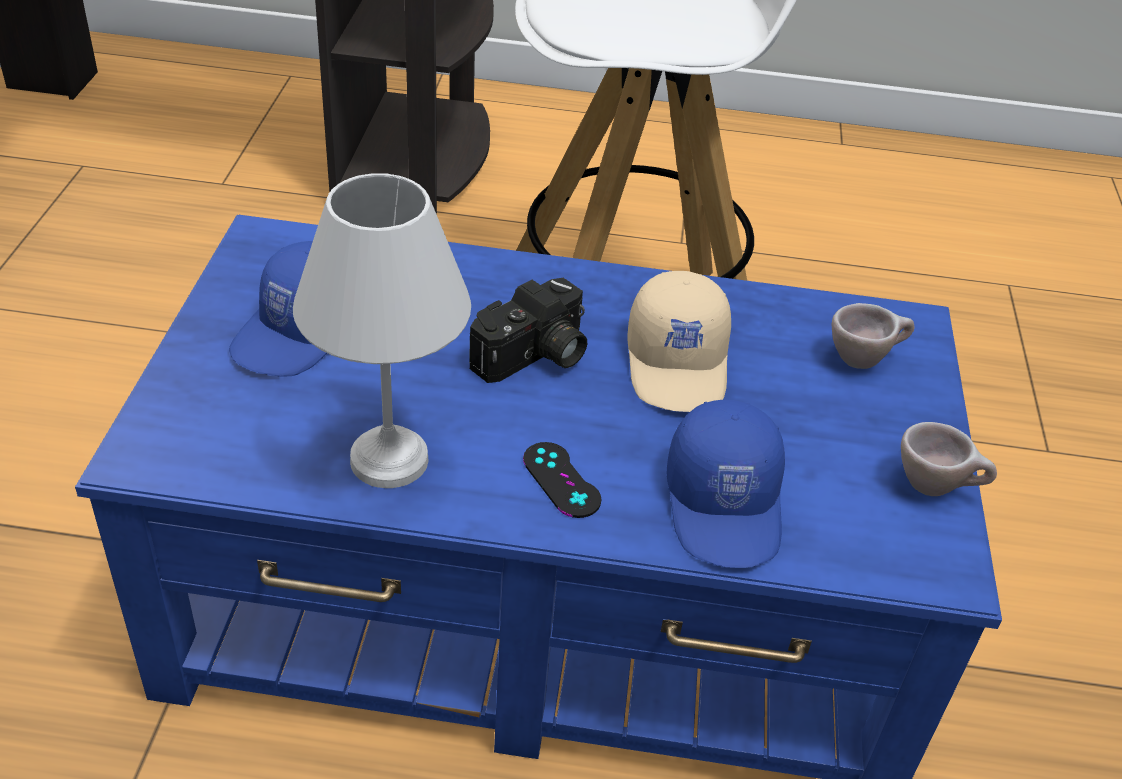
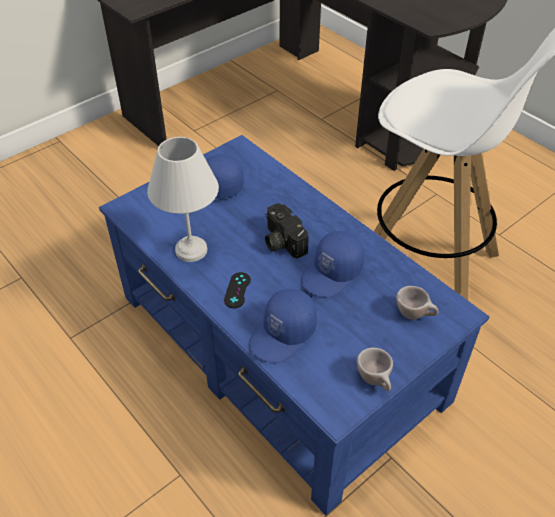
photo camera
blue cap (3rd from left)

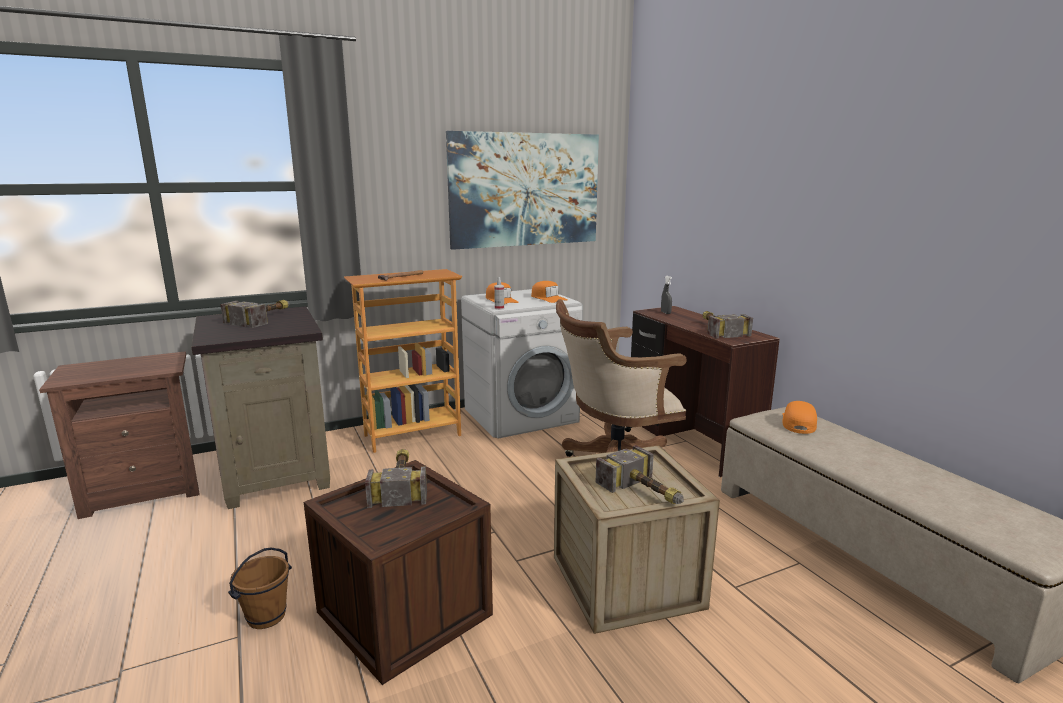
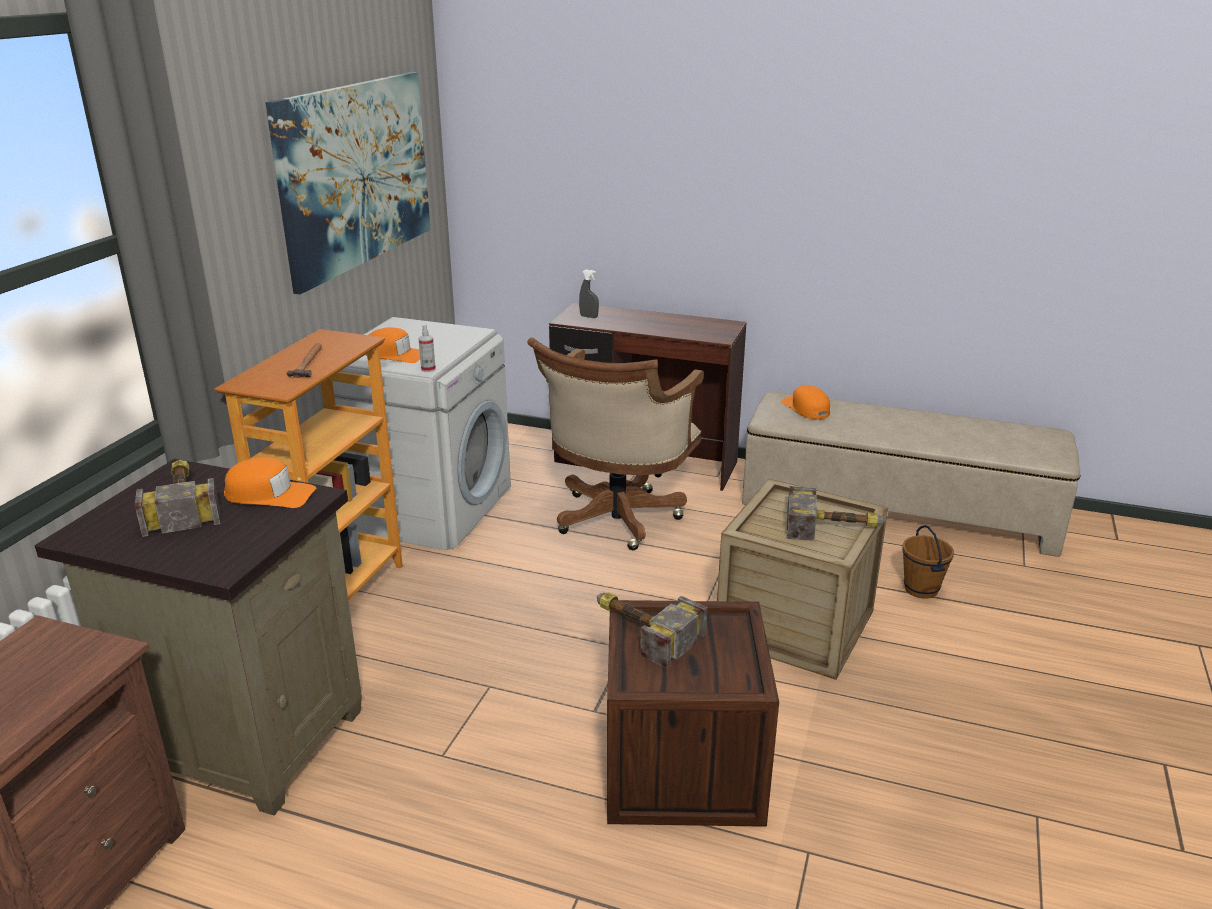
orange cap (1st from left)
brown bucket
hammer (5th from left in the first image)

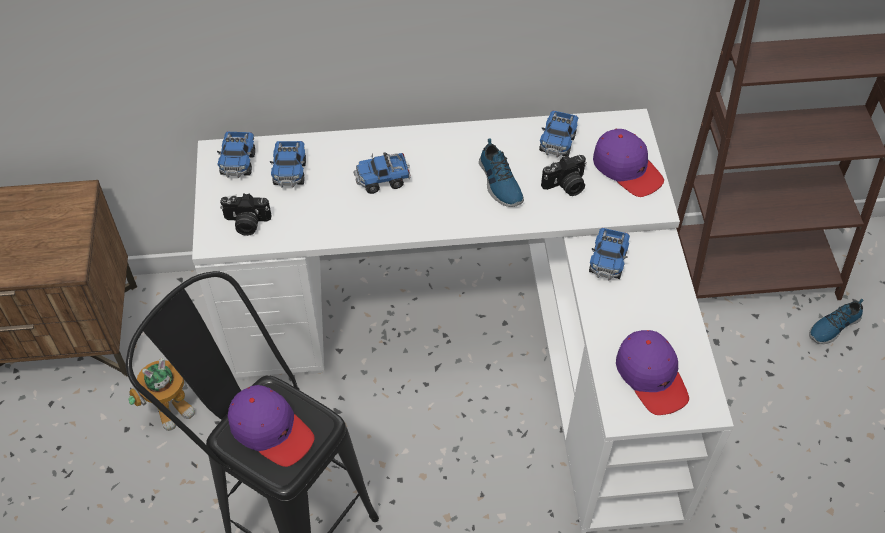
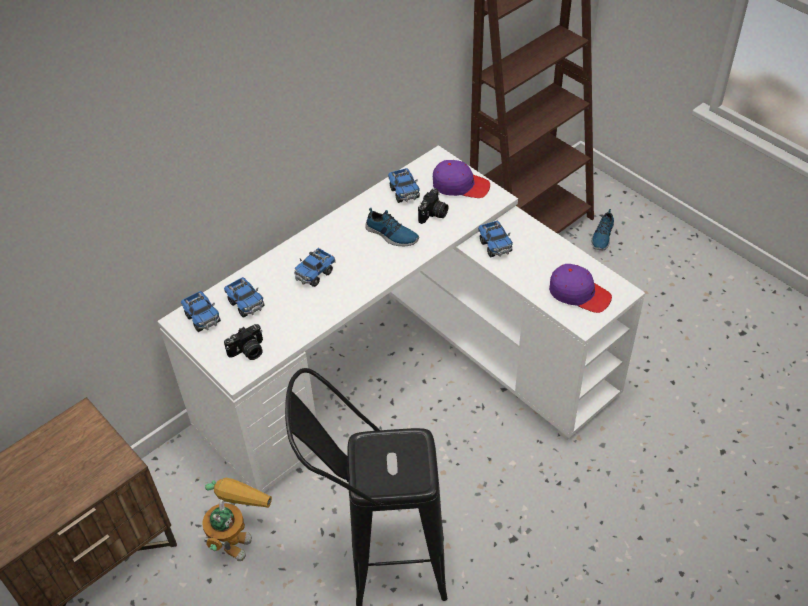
purple cap (1st from left in the first image)

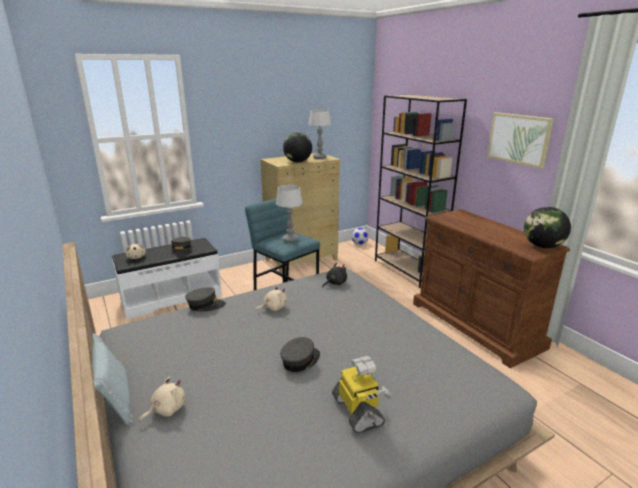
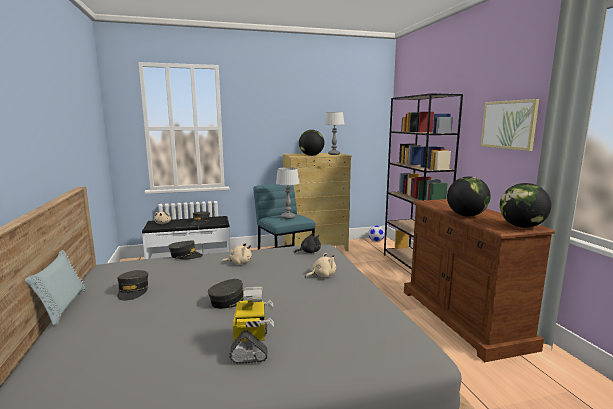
grey cap (1st from left)
beige plush toy (3rd from left)
globe (2nd from left)

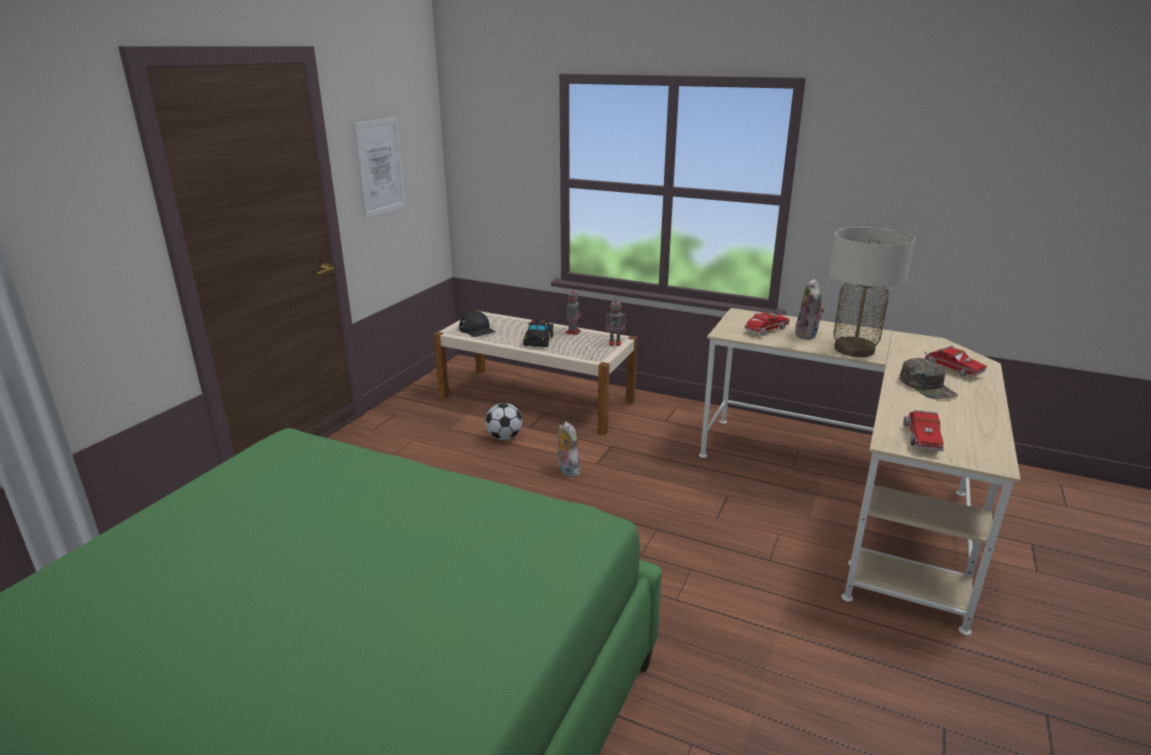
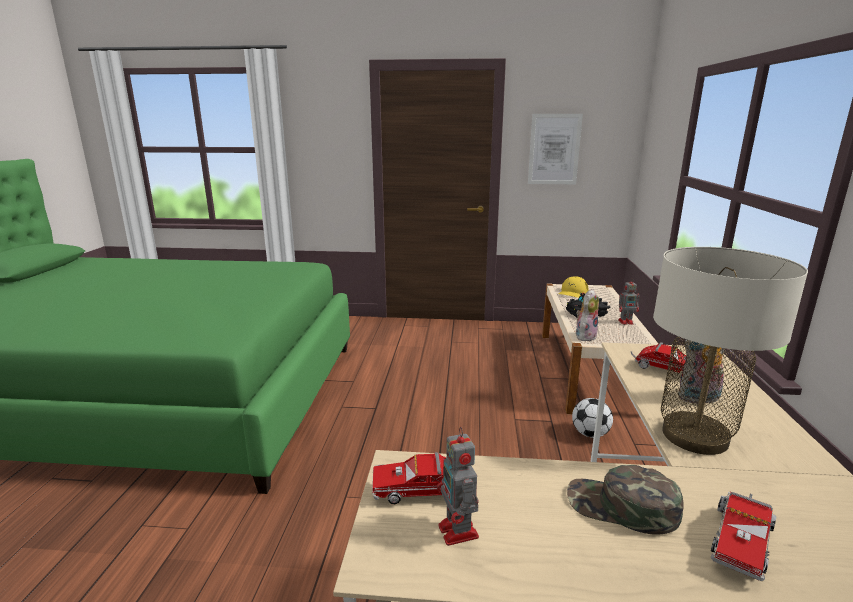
toy robot (1st from left)
yellow cap
green cap
football
plush toy (1st from left)

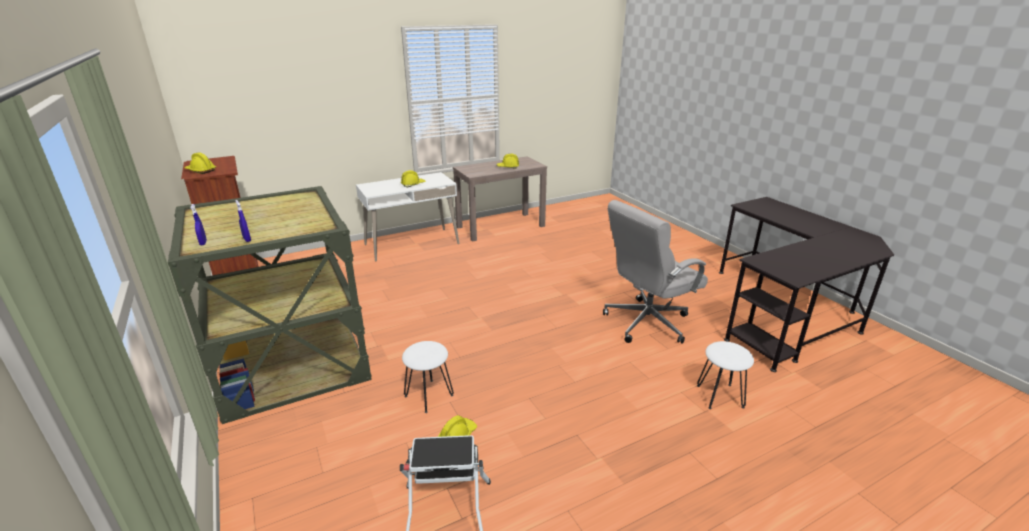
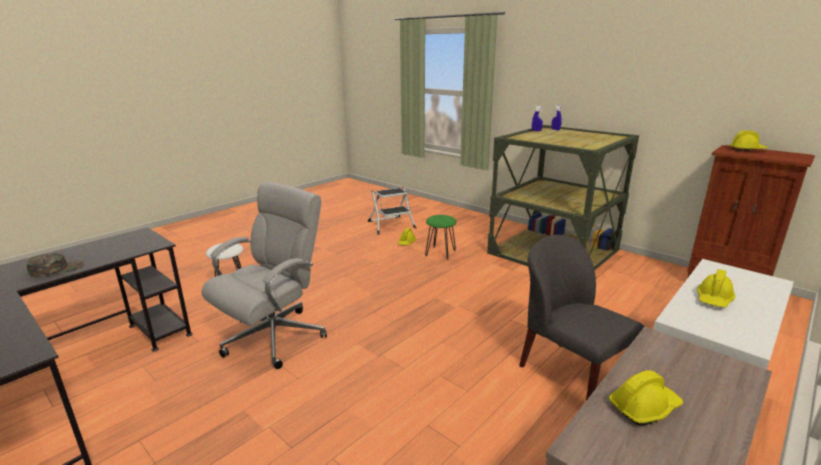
green cap
green stool
grey chair

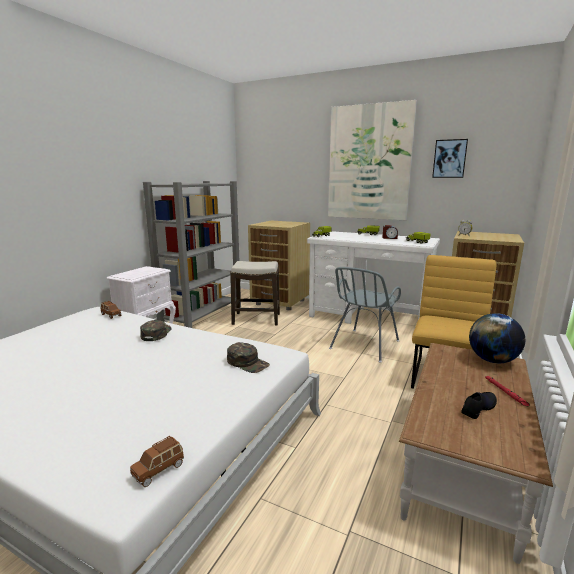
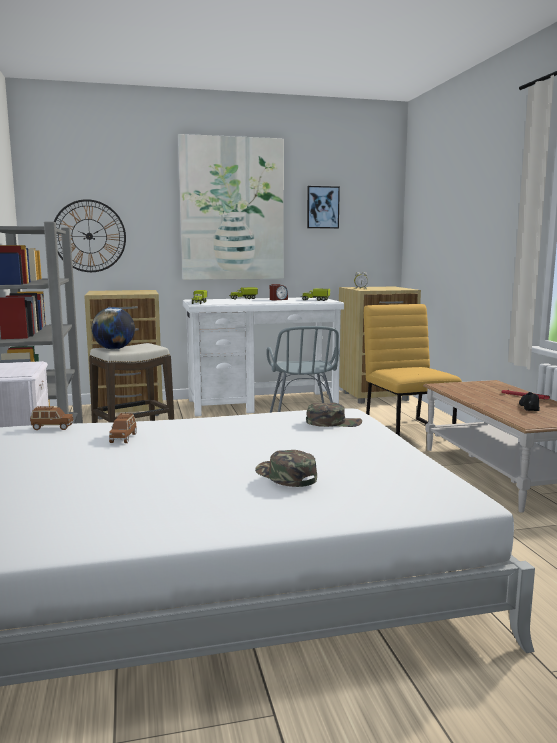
wall clock
globe
brown toy car (2nd from left)
green cap (1st from left)

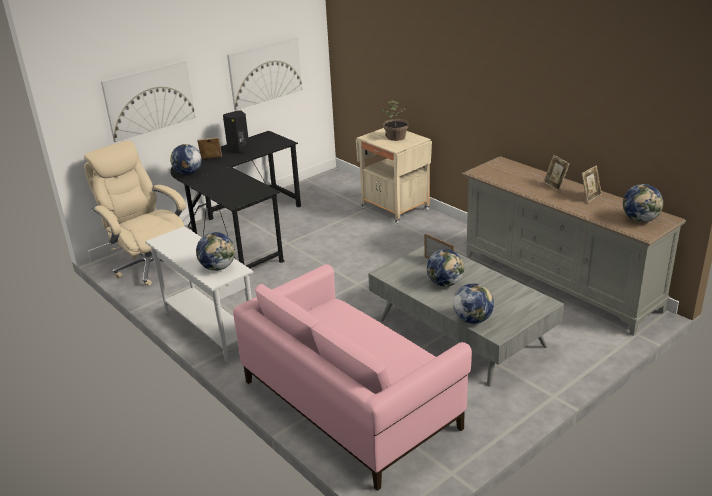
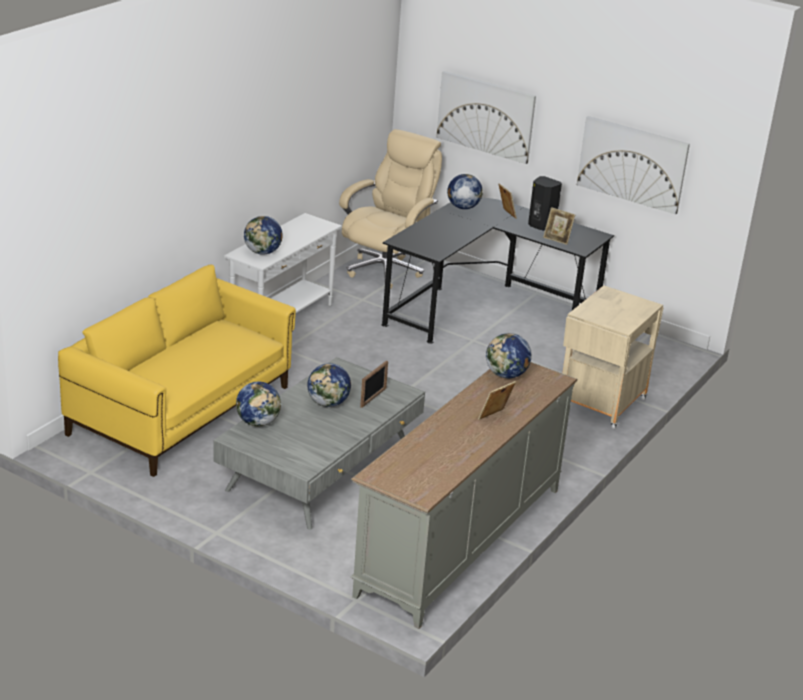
yellow sofa
globe (5th from left)
picture frame (4th from left)
potted plant

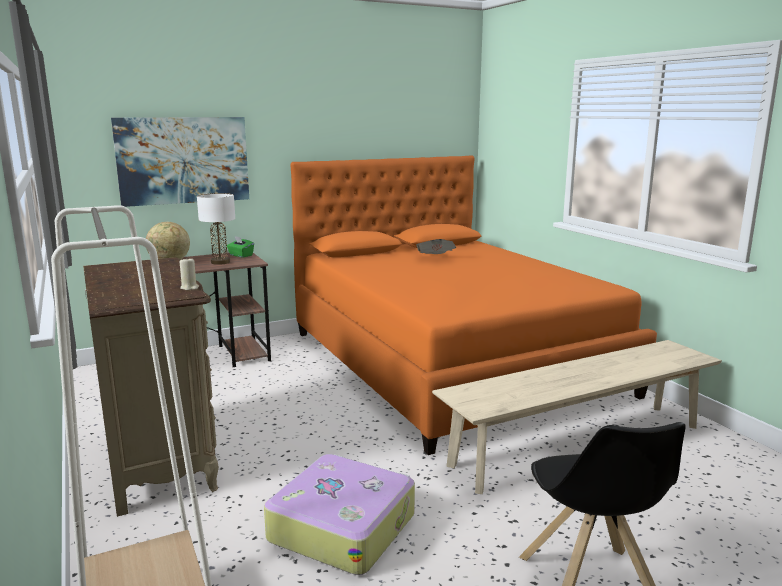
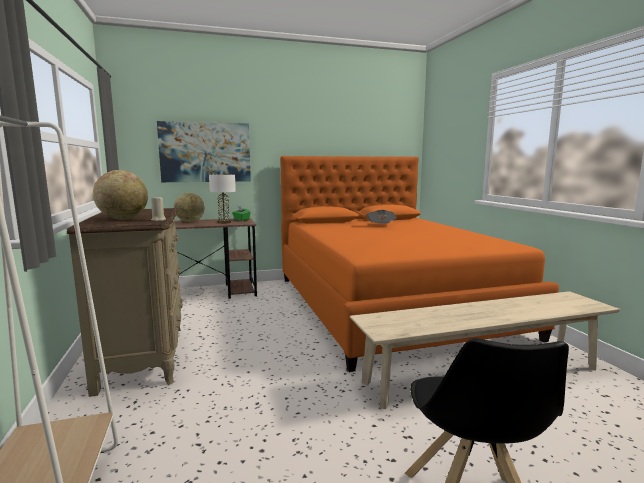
globe (1st from left)
suitcase

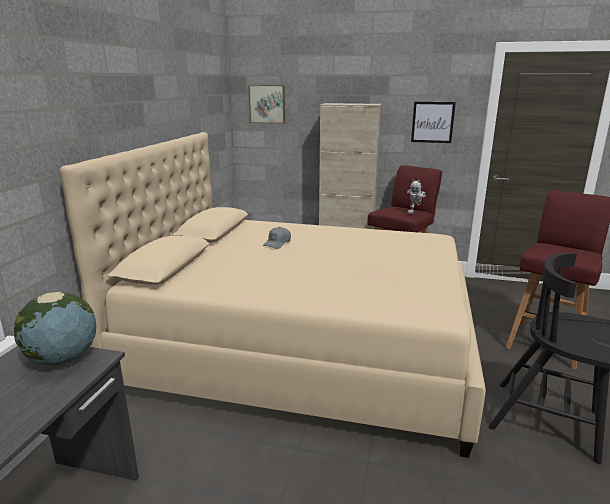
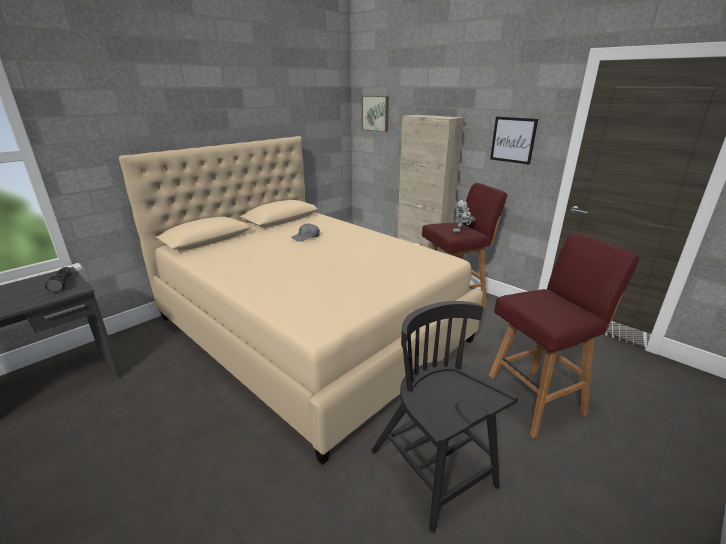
flashlight

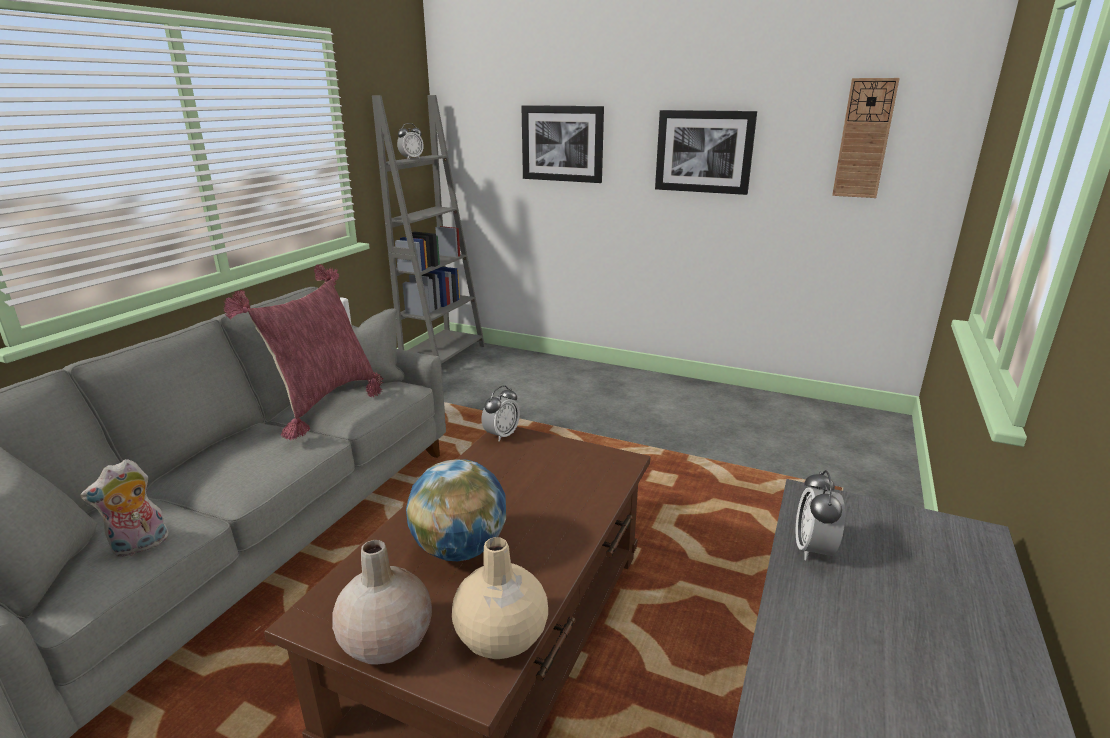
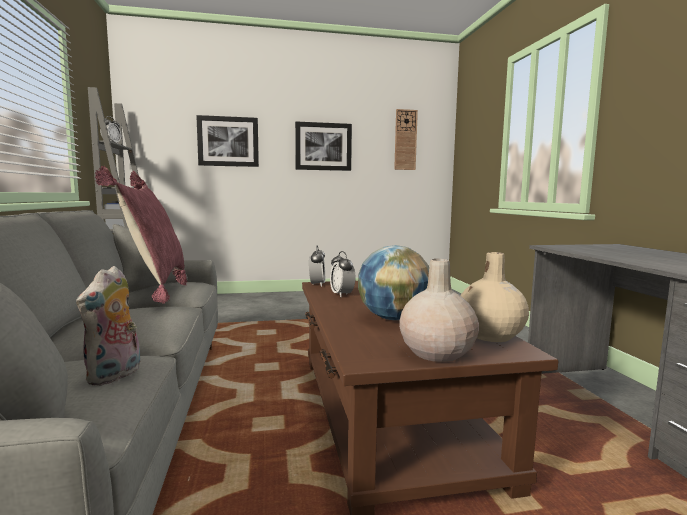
alarm clock (3rd from left)

